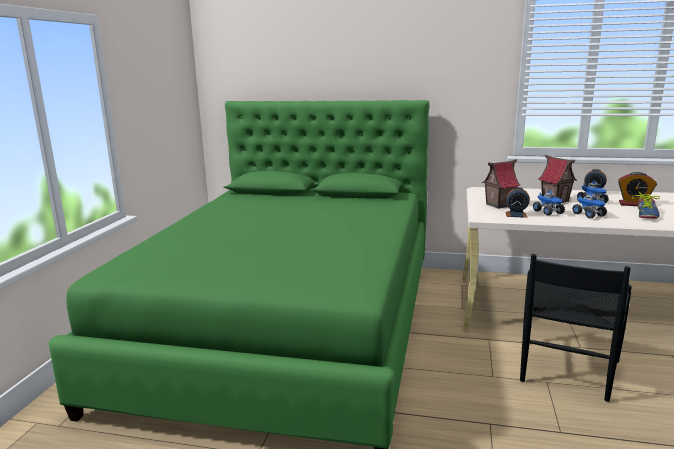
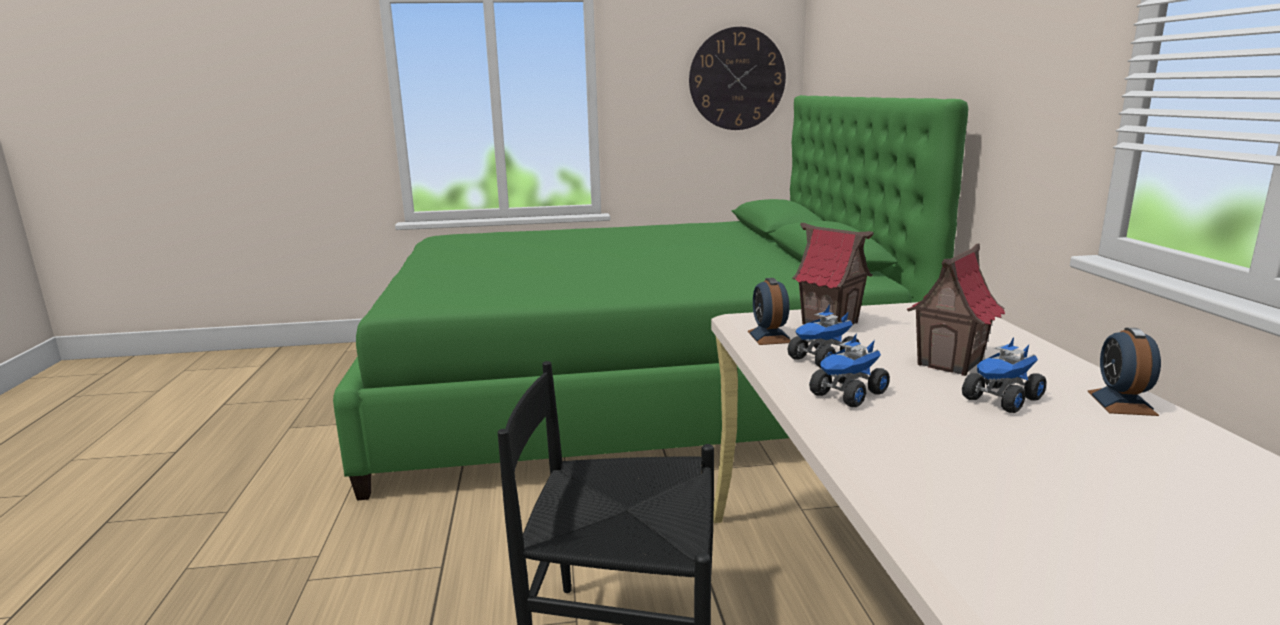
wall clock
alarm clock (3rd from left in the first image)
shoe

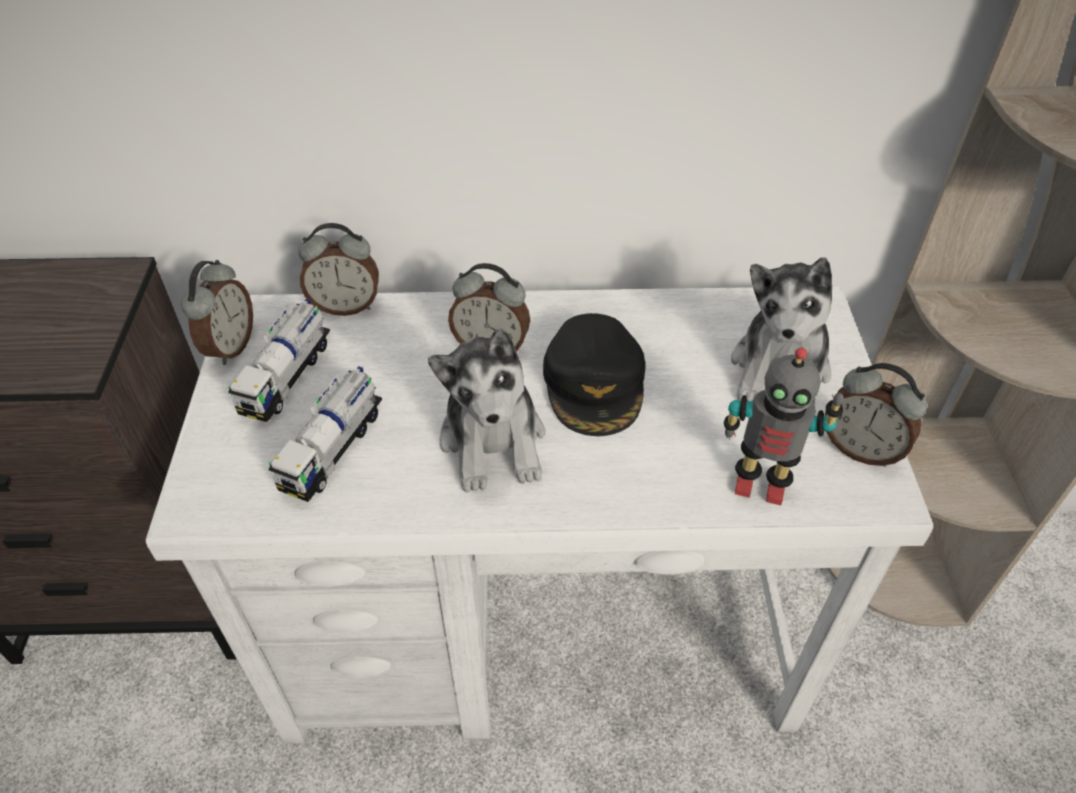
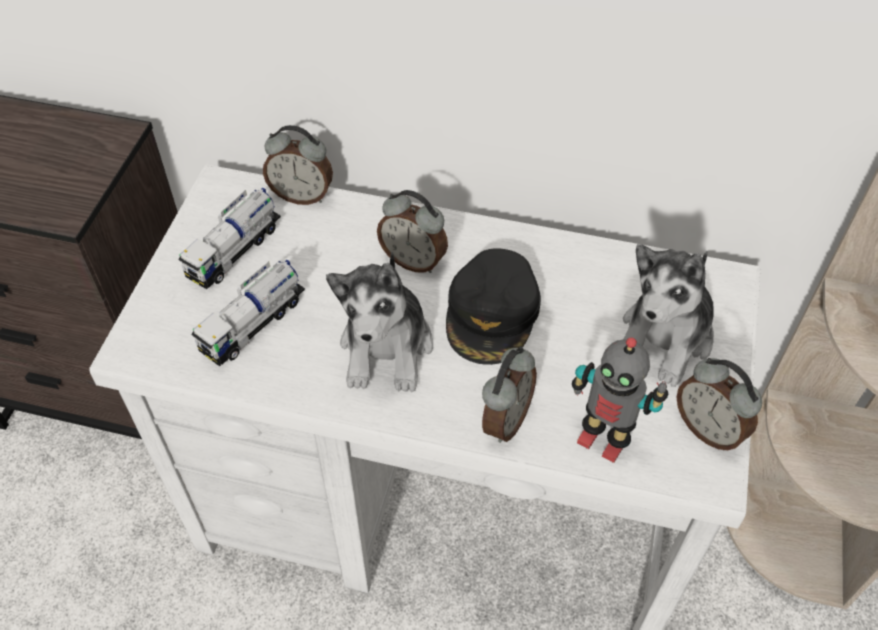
alarm clock (3rd from left)

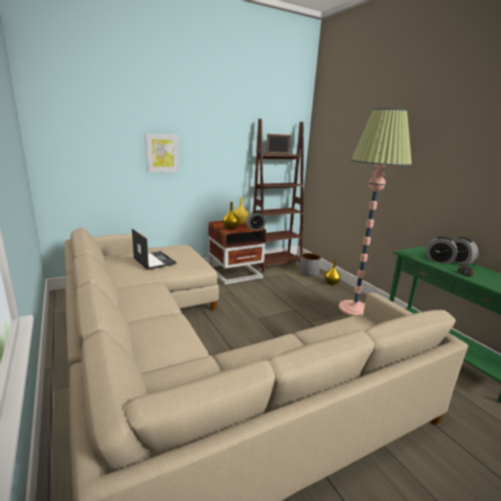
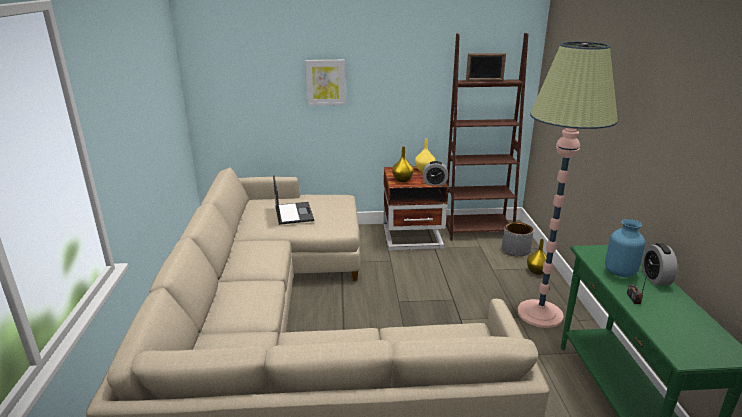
blue vase

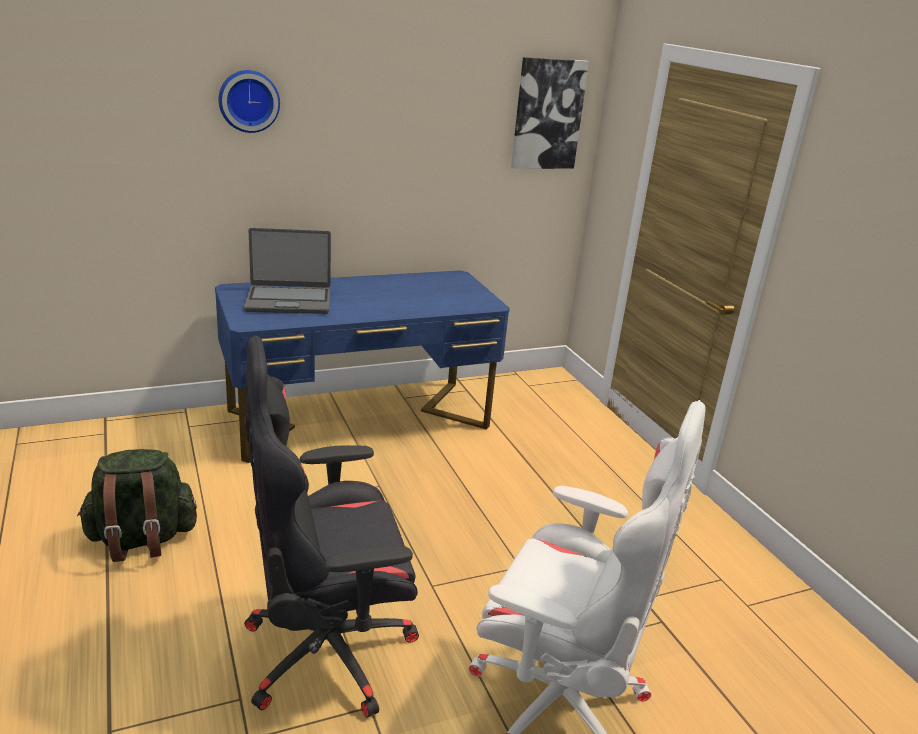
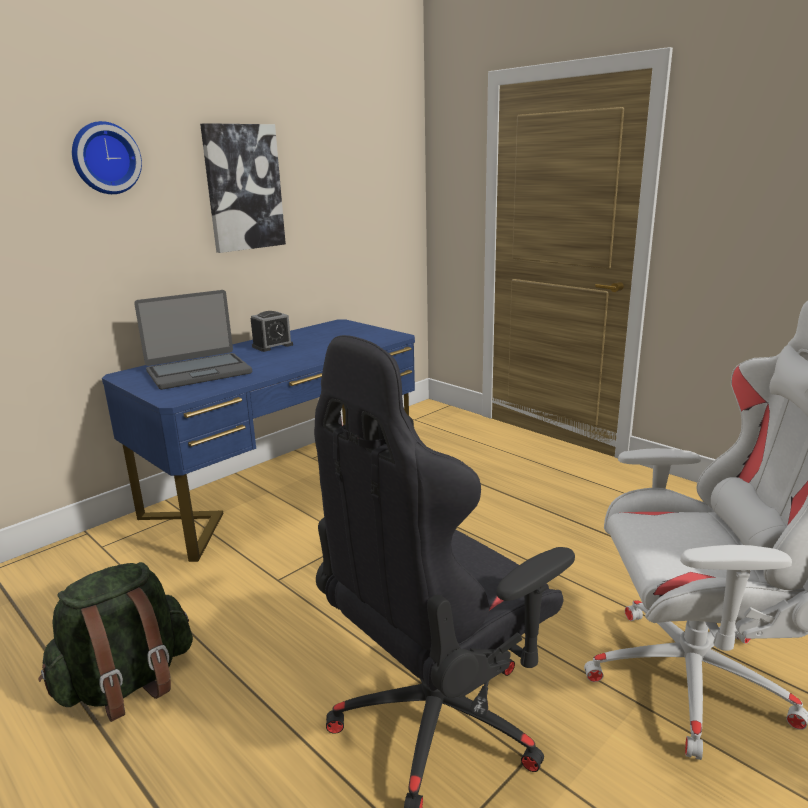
picture
alarm clock

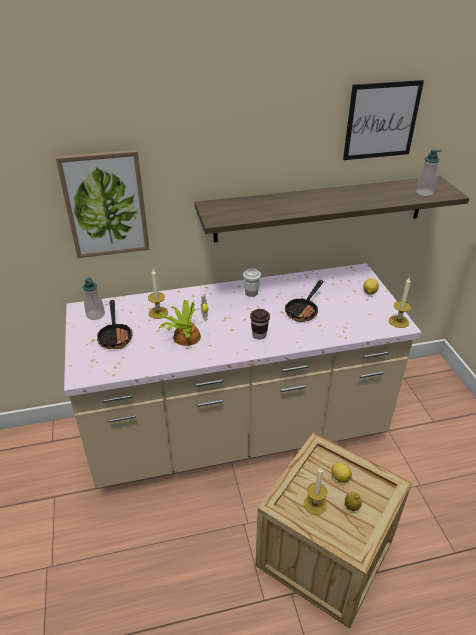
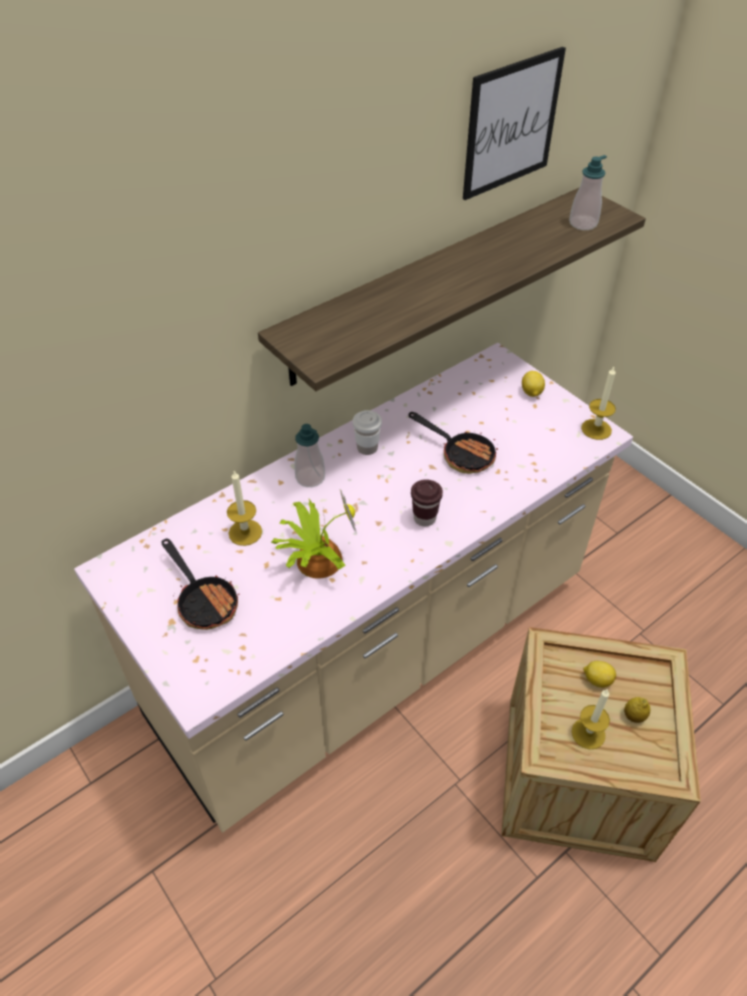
soap dispenser (1st from left)
frying pan (2nd from left)
picture (1st from left in the first image)

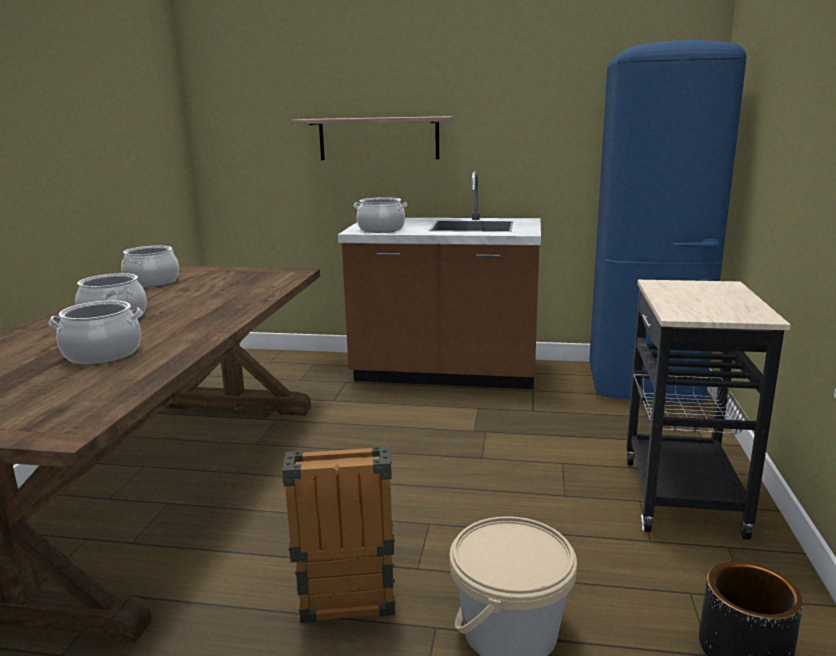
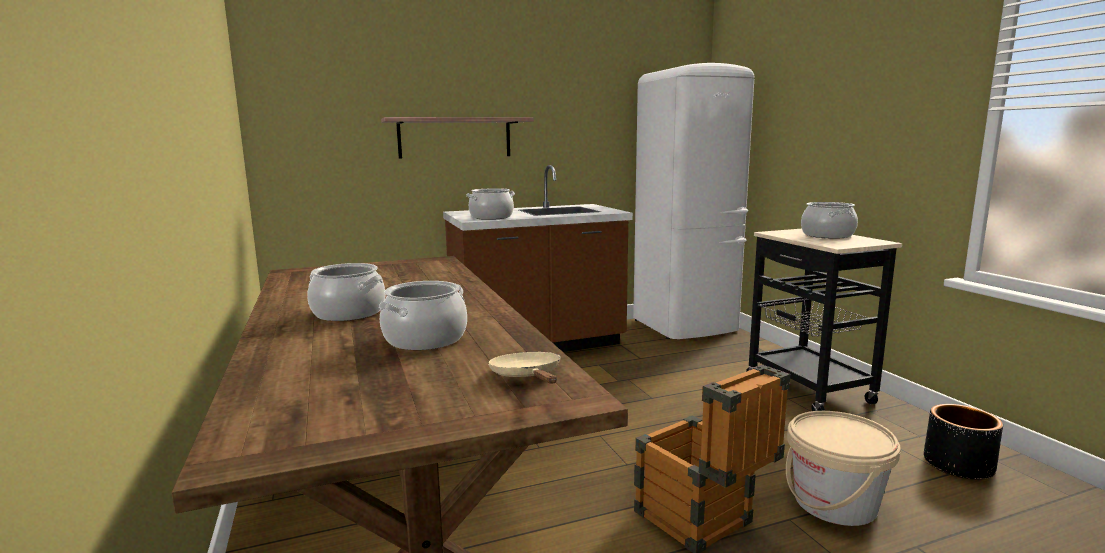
beige frying pan
white fridge
cooking pot (4th from left)

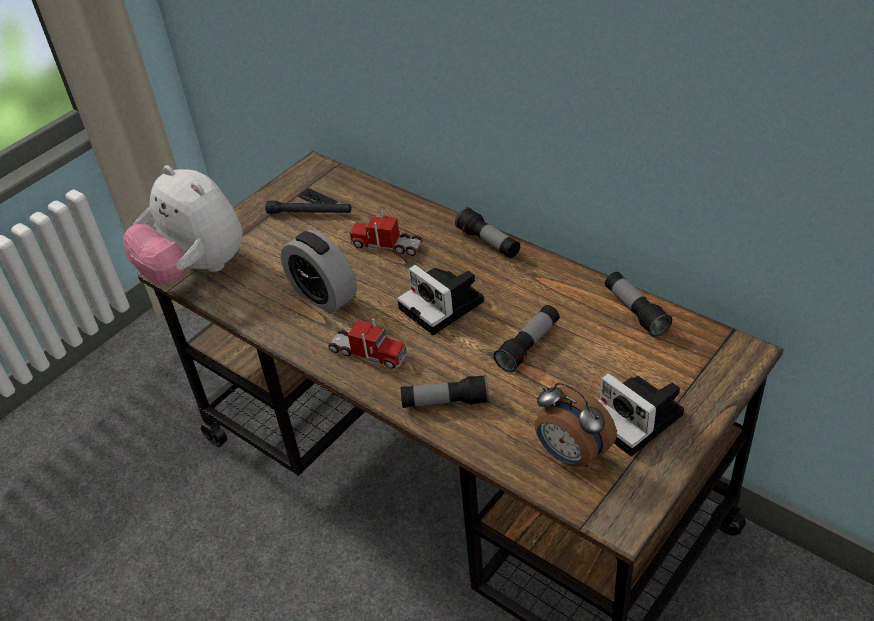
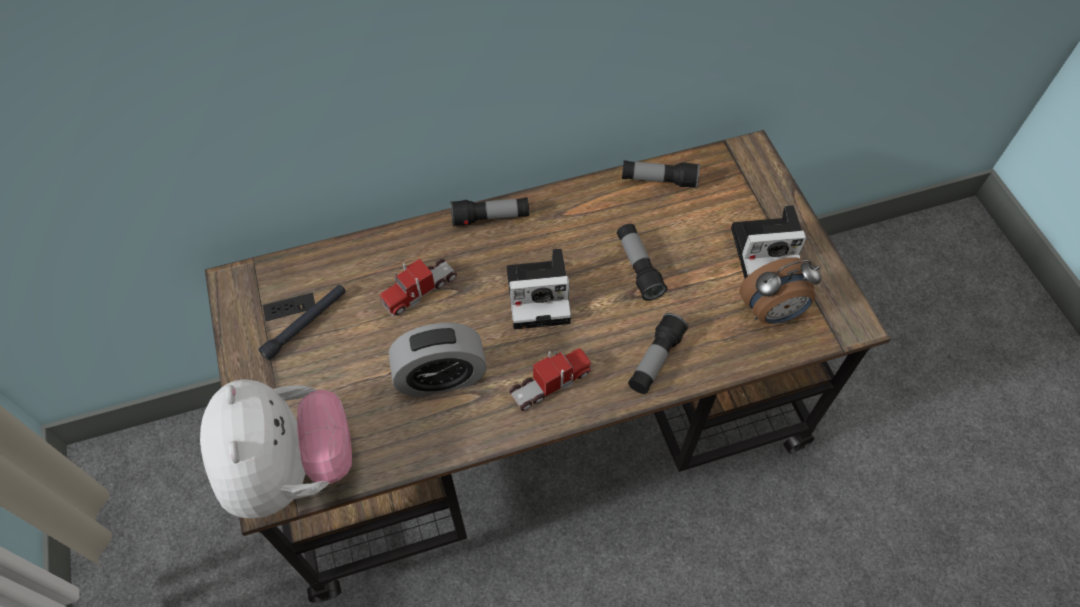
plush toy

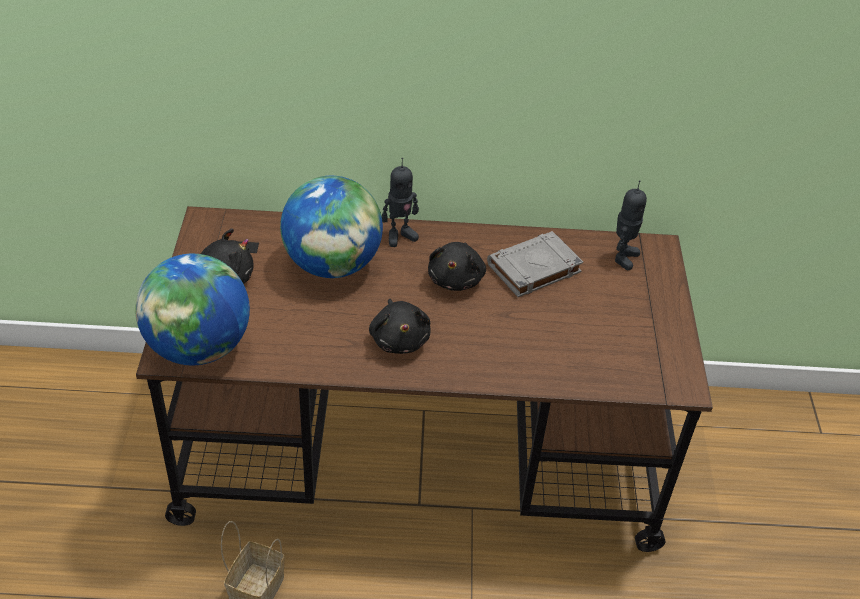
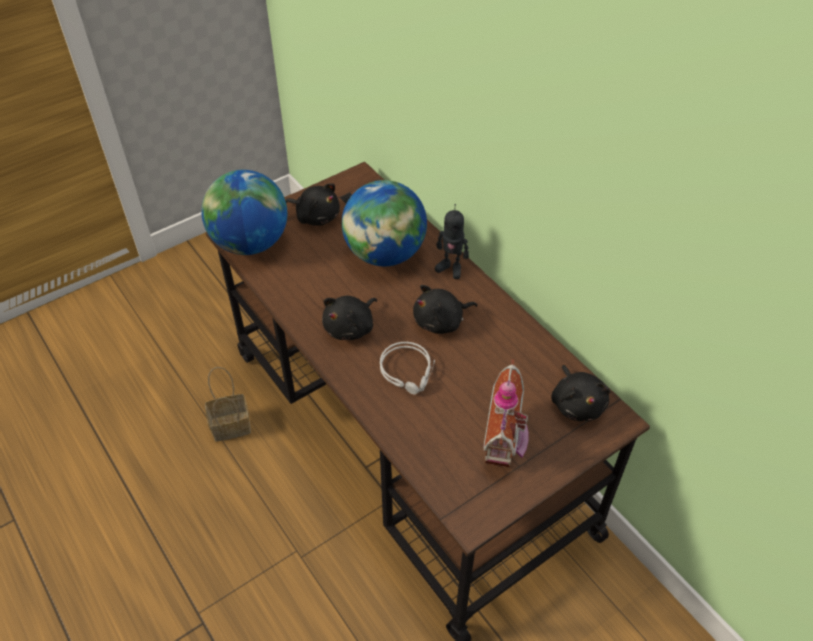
grey headphones
toy house
black plush toy (4th from left)
grey book

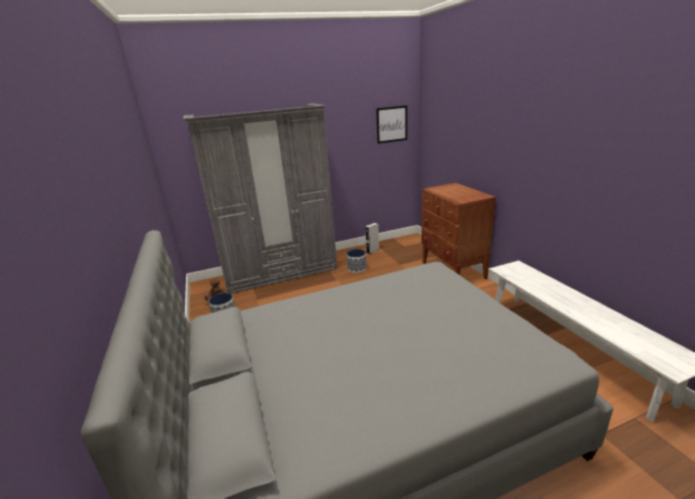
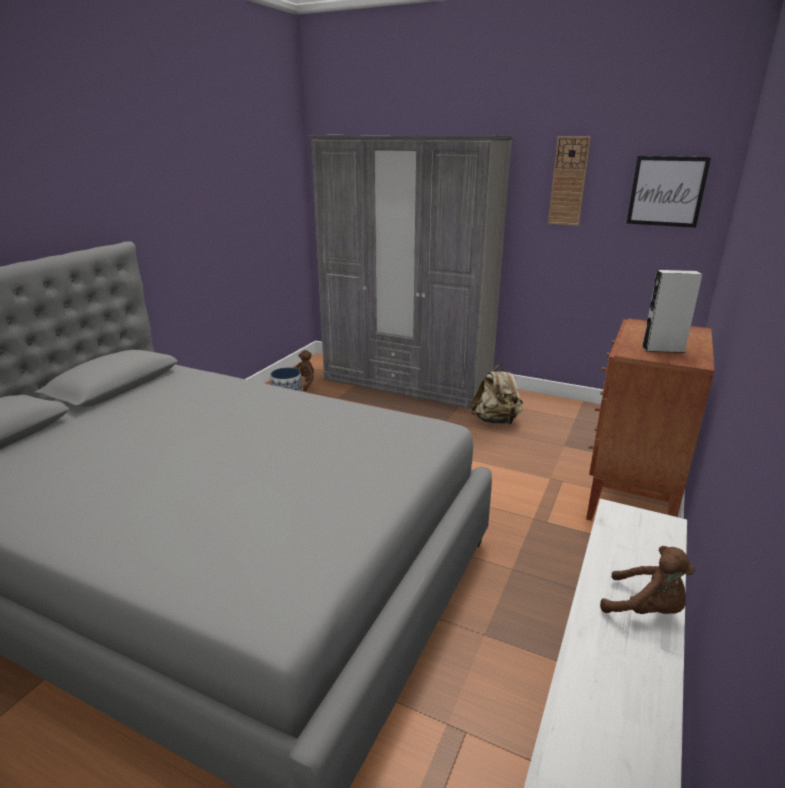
beige backpack
wall clock
brown plush toy (2nd from left)
grey speaker

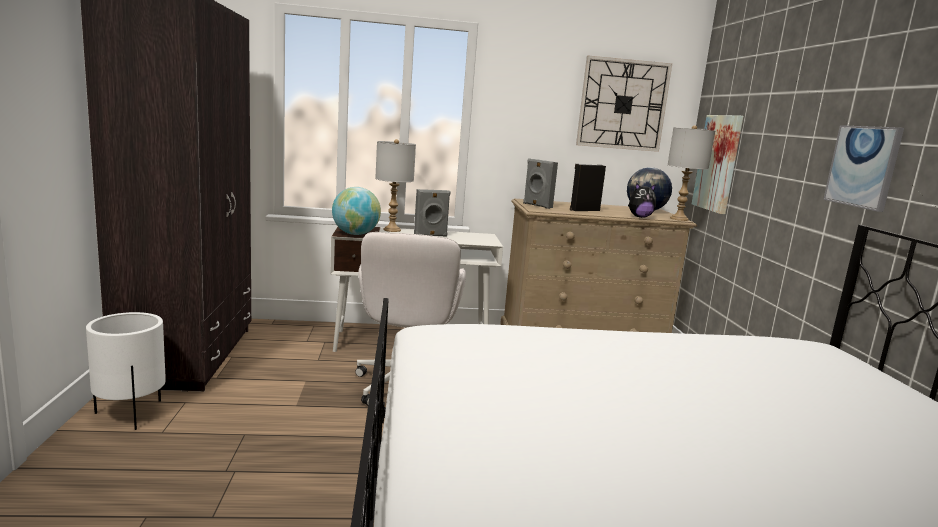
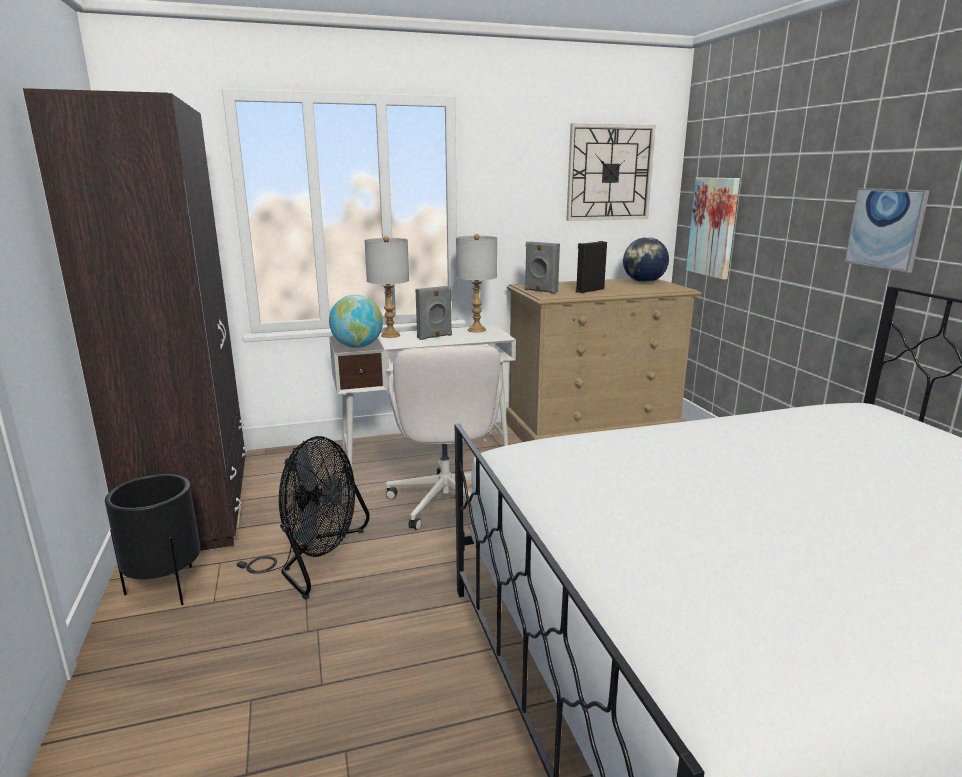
black planter
black fan
grey table lamp (2nd from left)
plush toy

